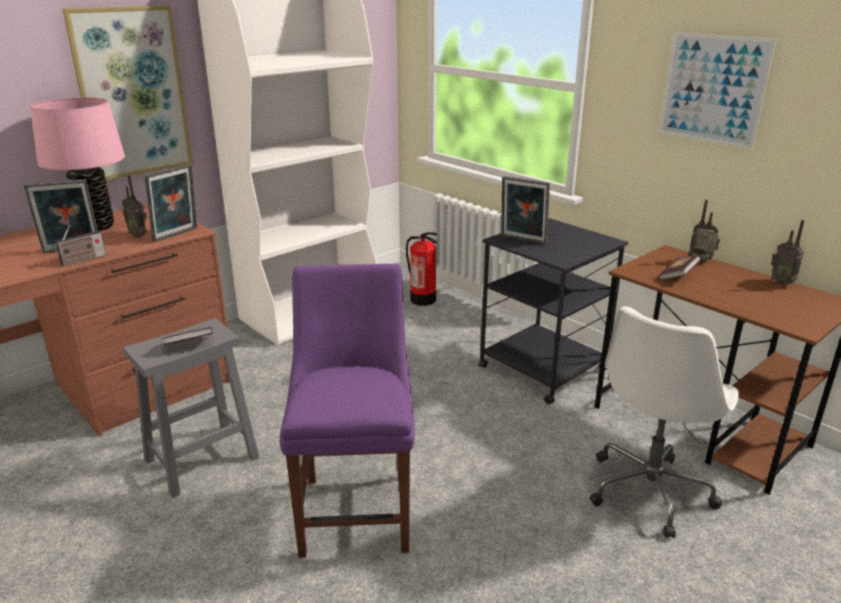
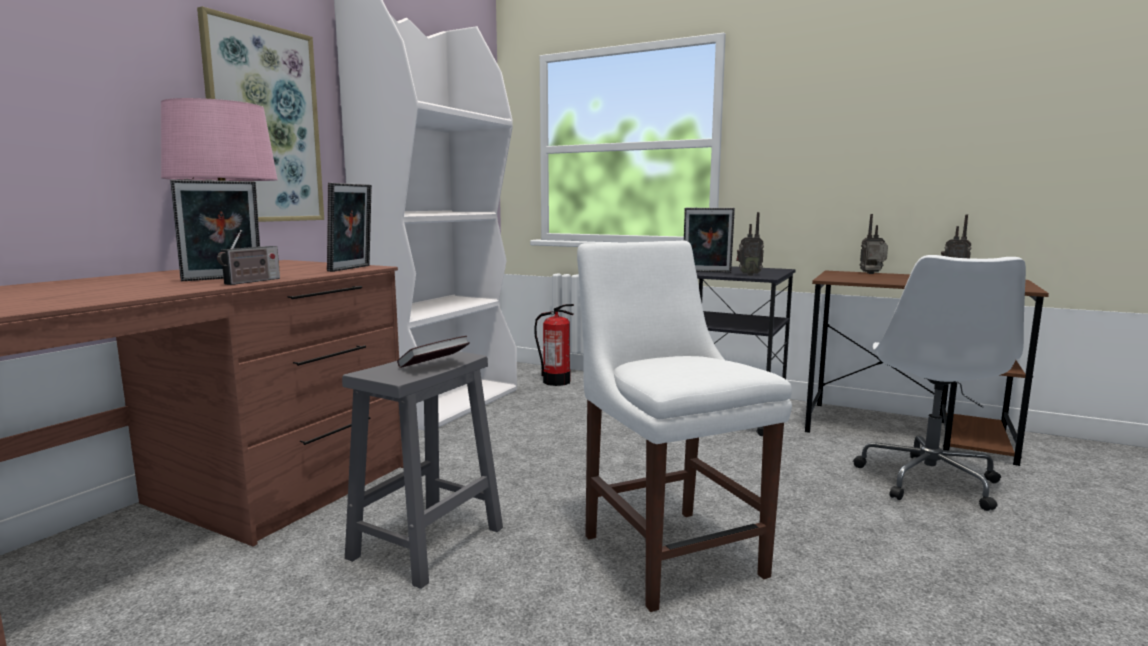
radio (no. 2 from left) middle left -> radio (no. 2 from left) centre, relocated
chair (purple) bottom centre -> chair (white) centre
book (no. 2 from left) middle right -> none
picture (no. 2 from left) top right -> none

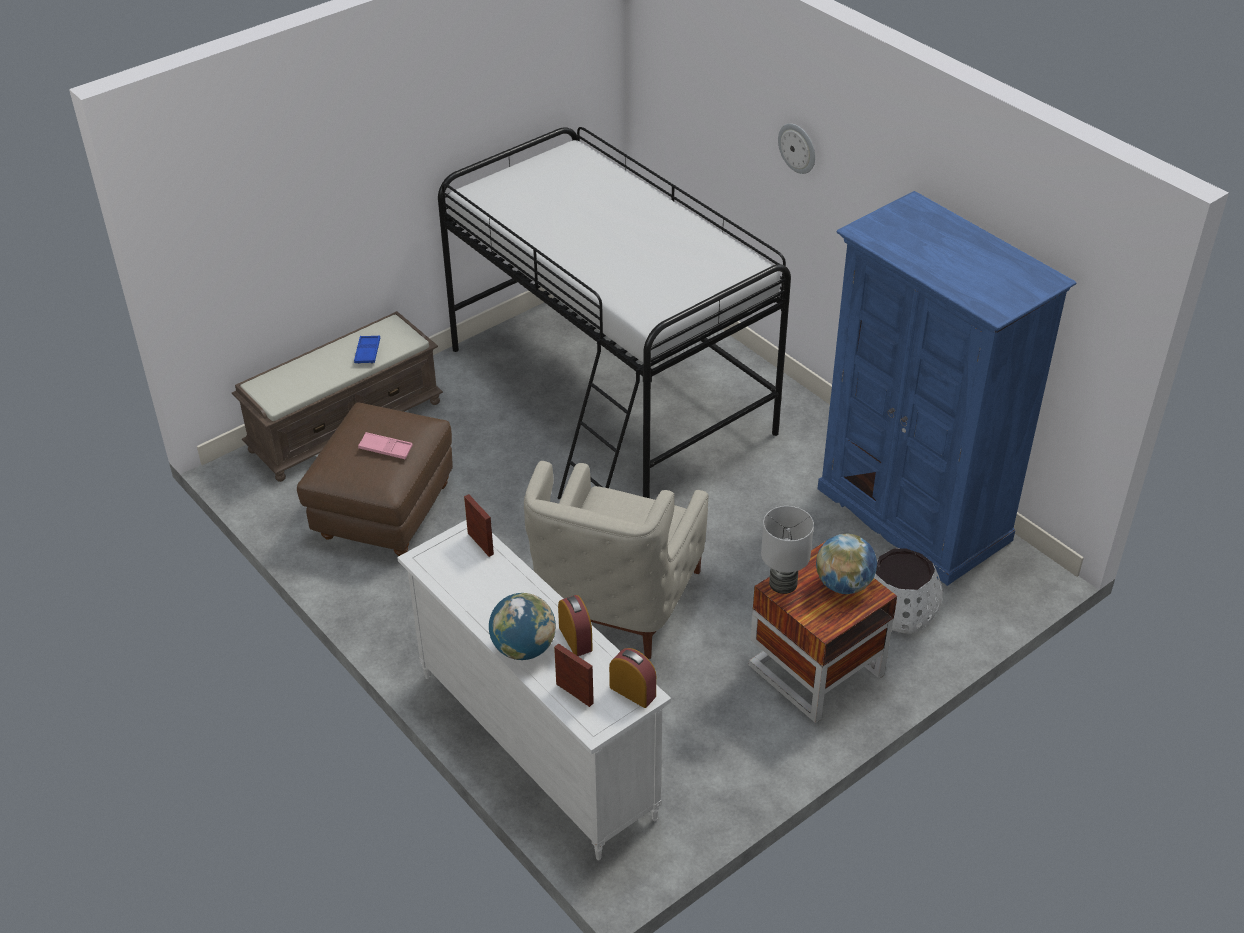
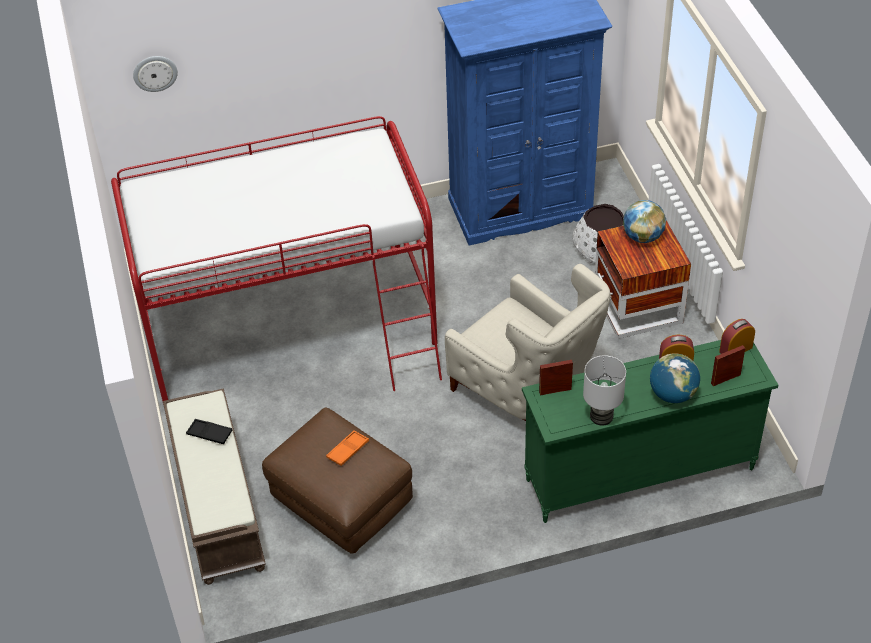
tray (blue) middle left -> tray (black) bottom left
tray (pink) middle left -> tray (orange) bottom centre
dresser (white) bottom centre -> dresser (green) bottom right
bed (black) centre -> bed (red) middle left
table lamp (grey) centre -> table lamp (grey) middle right, relocated
wall clock top centre -> wall clock top left, relocated

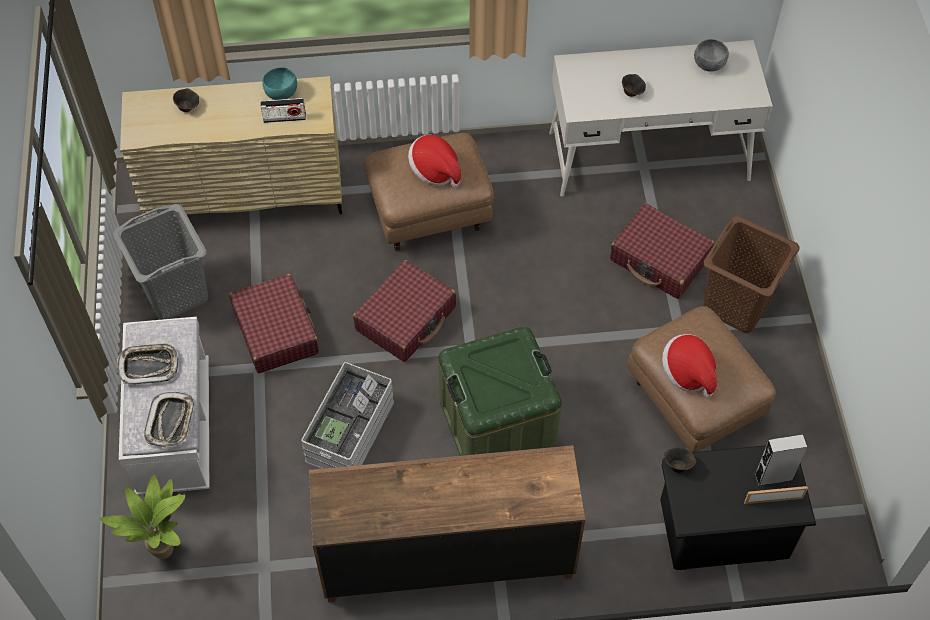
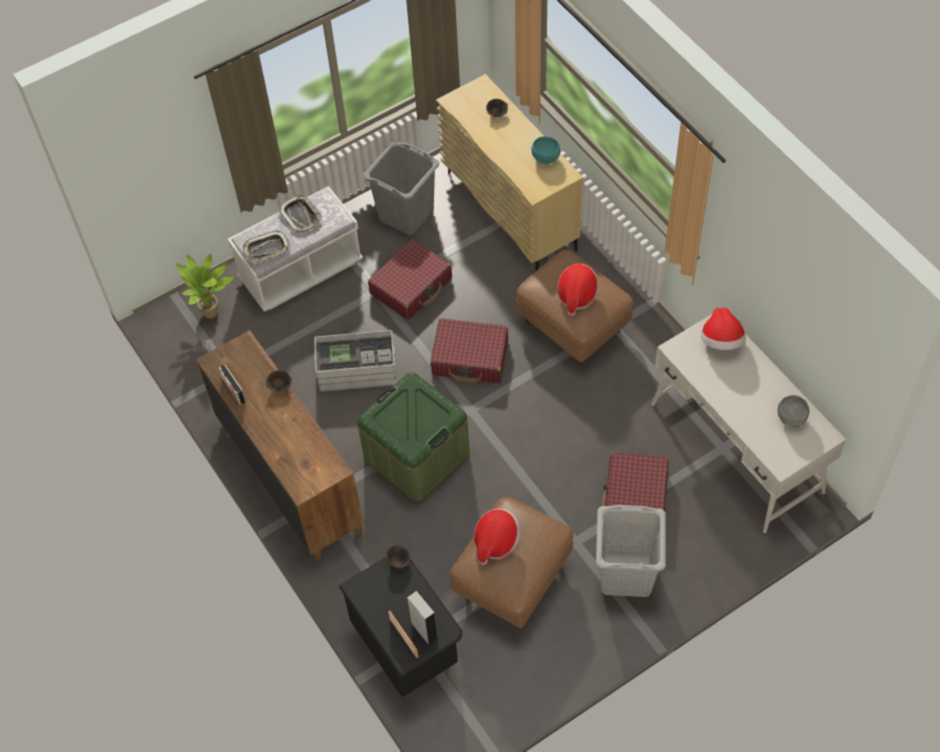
radio top left -> radio middle left, relocated
bowl (brown) (no. 2 from left in the first image) top right -> bowl (brown) (no. 1 from left) middle left, relocated
laundry basket (brown) middle right -> laundry basket (grey) (no. 2 from left) bottom right
none -> hat (no. 3 from left) middle right

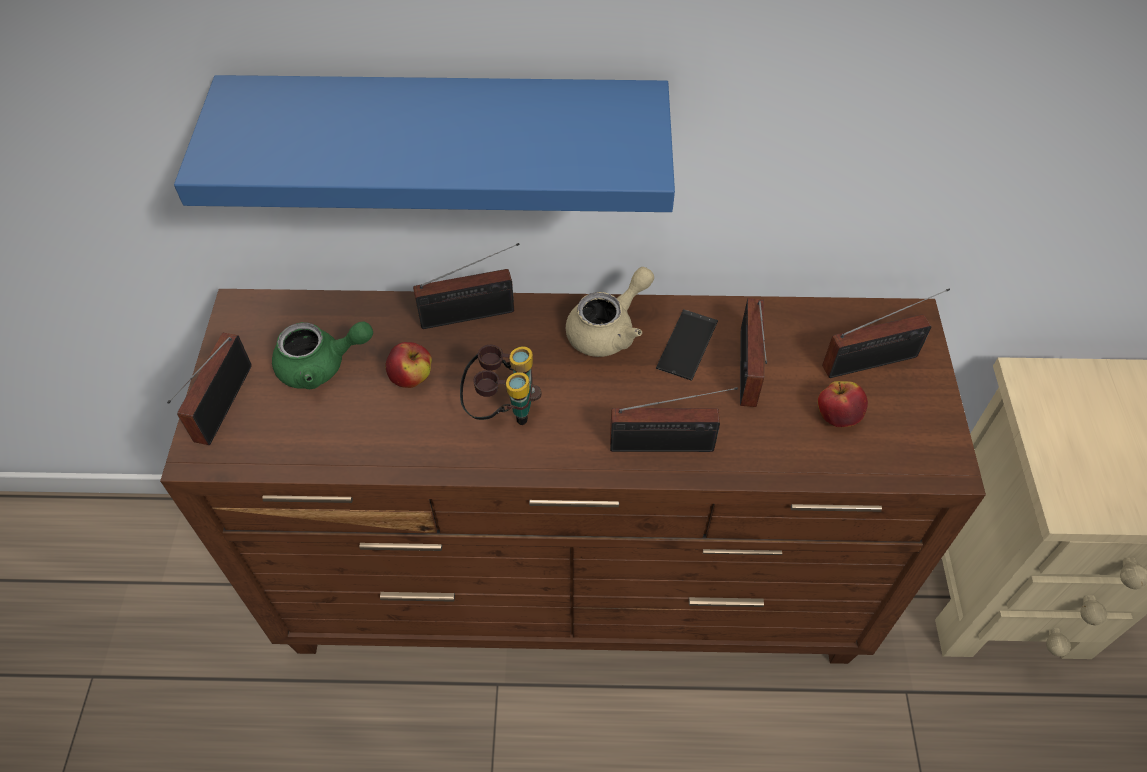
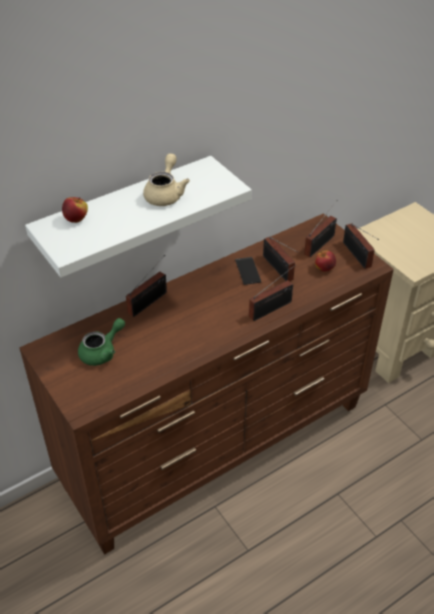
radio (no. 1 from left in the first image) middle left -> radio (no. 5 from left) middle right, relocated
shelf (blue) top centre -> shelf (white) middle left
apple (no. 1 from left) centre -> apple (no. 1 from left) middle left, relocated
binoculars centre -> none
teapot (beige) centre -> teapot (beige) top centre, relocated

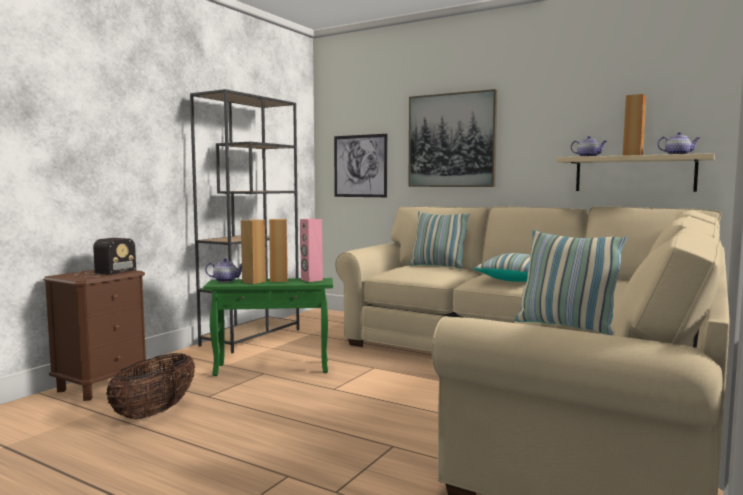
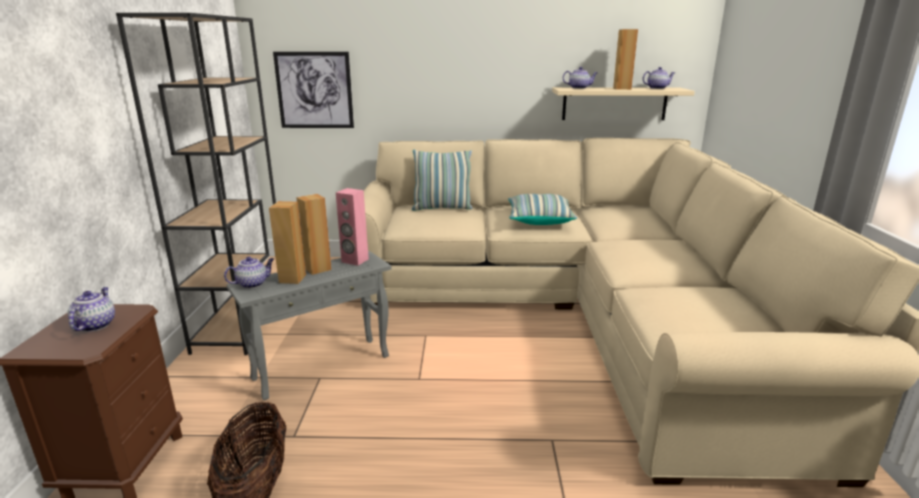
radio middle left -> teapot (no. 1 from left) middle left
side table (green) centre -> side table (grey) centre
picture (no. 2 from left) top centre -> none
pillow (no. 3 from left) middle right -> none

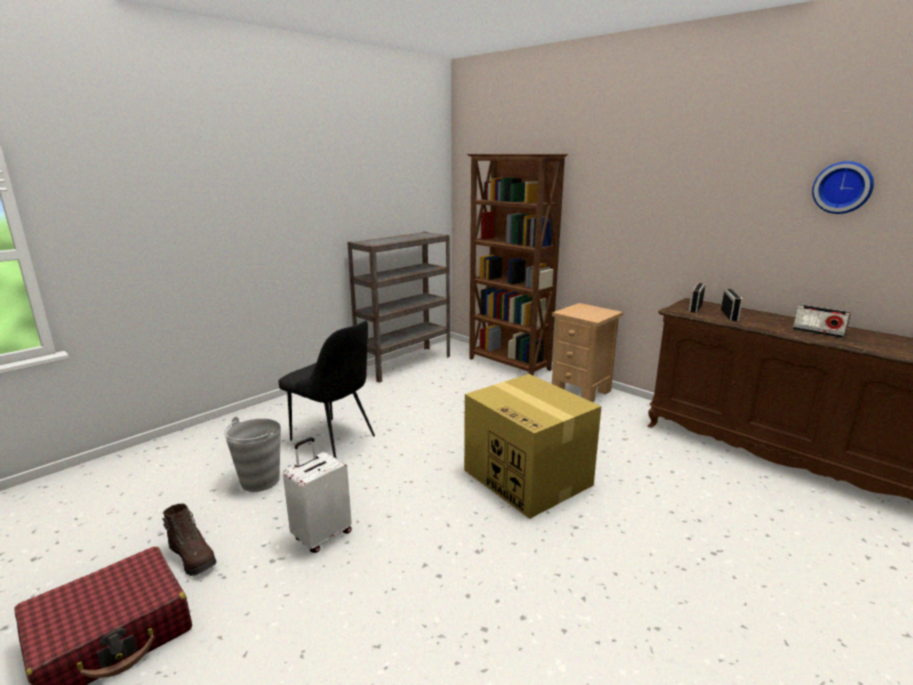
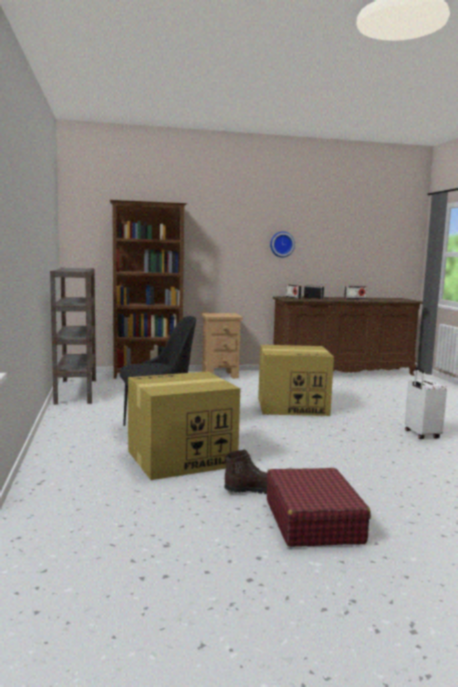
bucket (grey) middle left -> cardboard box (no. 1 from left) centre
suitcase (white) bottom centre -> suitcase (white) middle right, relocated
wall clock top right -> wall clock centre, relocated

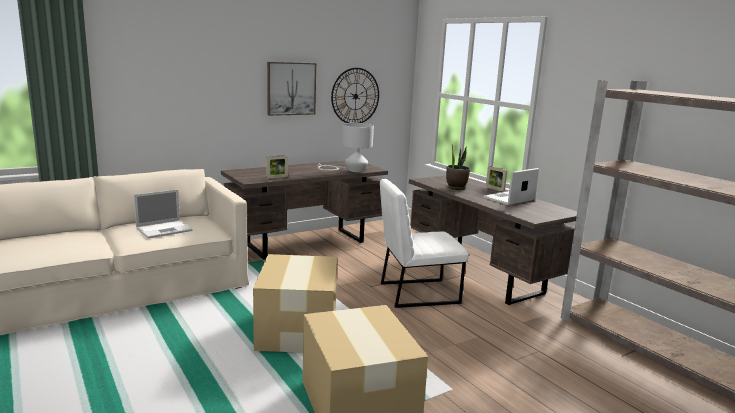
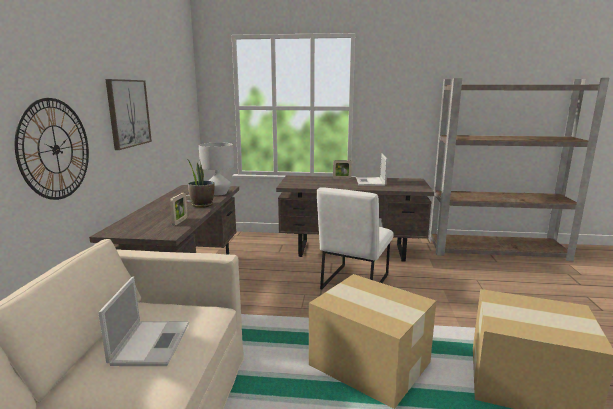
wall clock top centre -> wall clock middle left, relocated
potted plant centre -> potted plant middle left, relocated

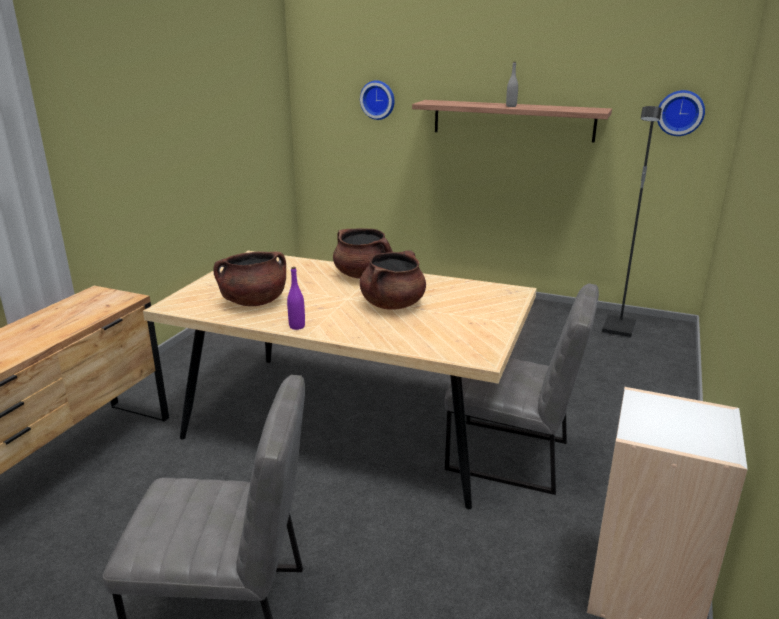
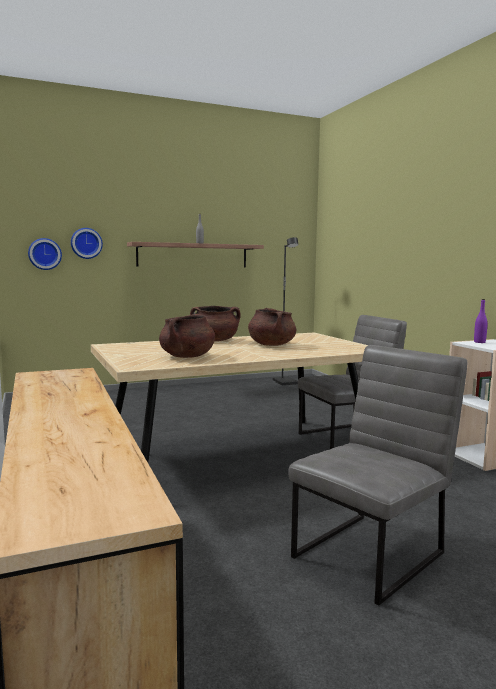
bottle (purple) centre -> bottle (purple) middle right, relocated
wall clock (no. 2 from left in the first image) top right -> wall clock (no. 1 from left) middle left, relocated

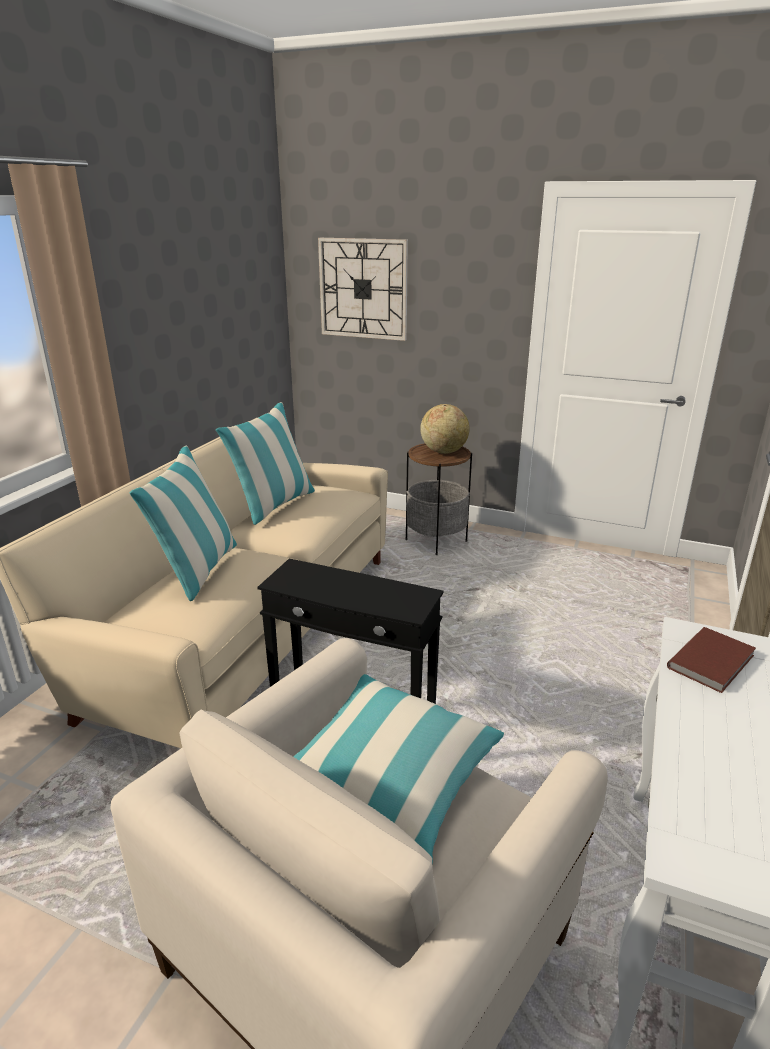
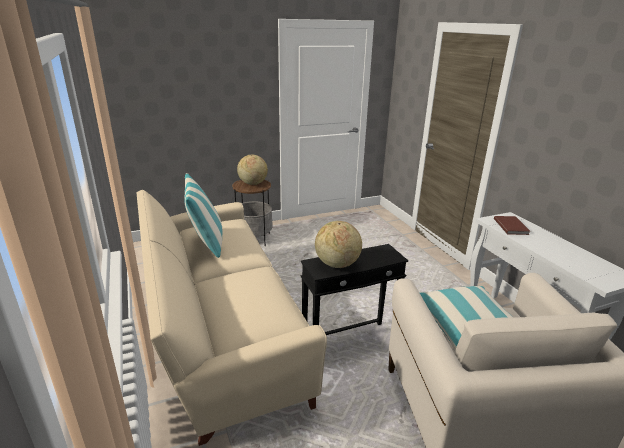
pillow (no. 1 from left) middle left -> none
wall clock top centre -> none
none -> globe (no. 2 from left) centre

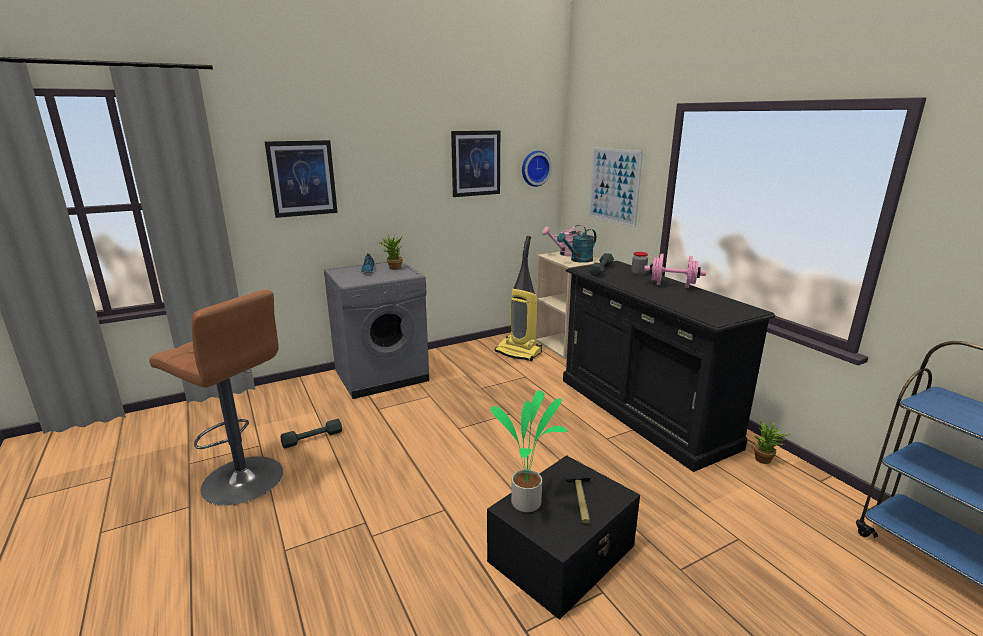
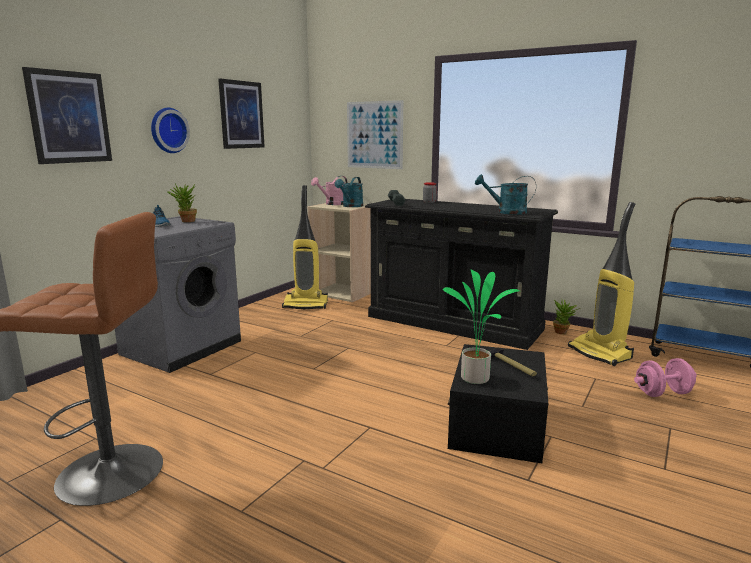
dumbbell (grey) (no. 1 from left) bottom left -> none
wall clock top centre -> wall clock top left, relocated
dumbbell (pink) middle right -> dumbbell (pink) bottom right, relocated
none -> watering can (turquoise) (no. 2 from left) middle right
none -> vacuum cleaner (no. 2 from left) middle right

